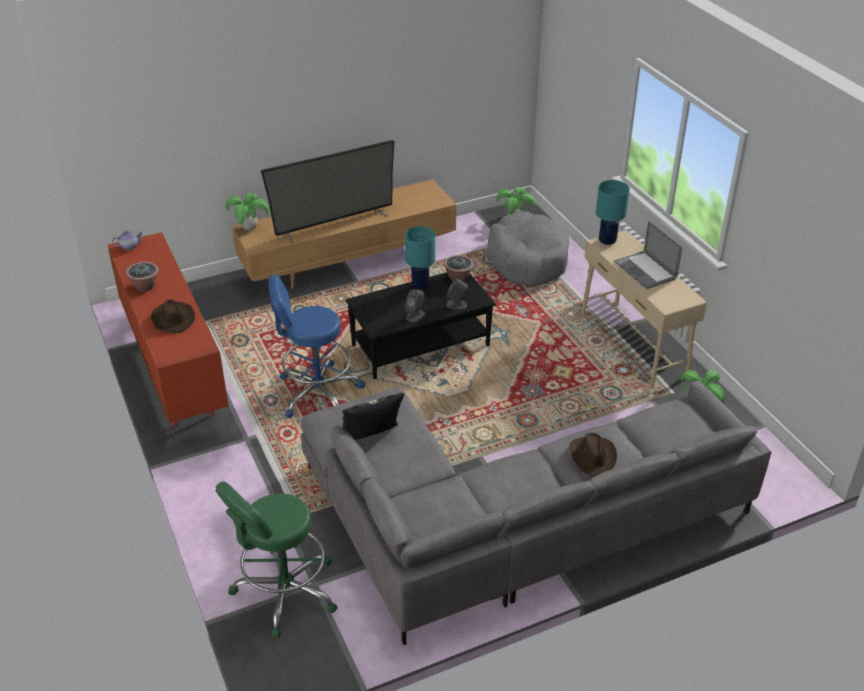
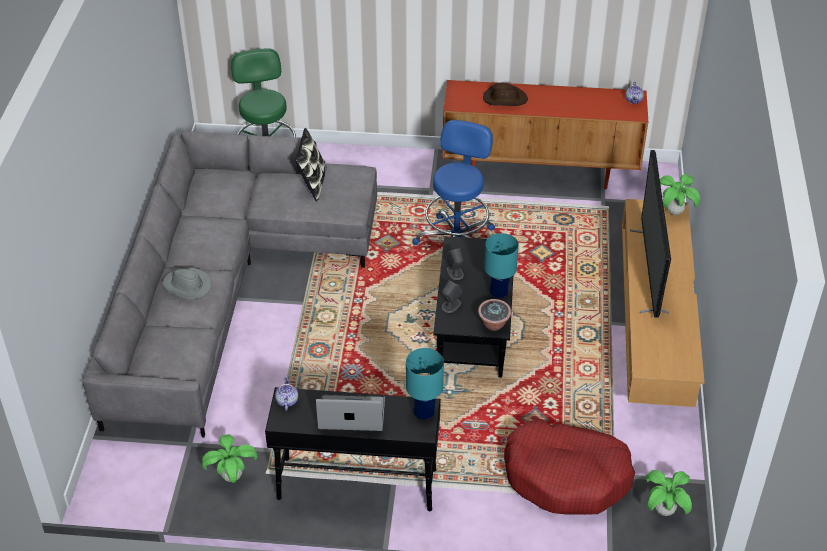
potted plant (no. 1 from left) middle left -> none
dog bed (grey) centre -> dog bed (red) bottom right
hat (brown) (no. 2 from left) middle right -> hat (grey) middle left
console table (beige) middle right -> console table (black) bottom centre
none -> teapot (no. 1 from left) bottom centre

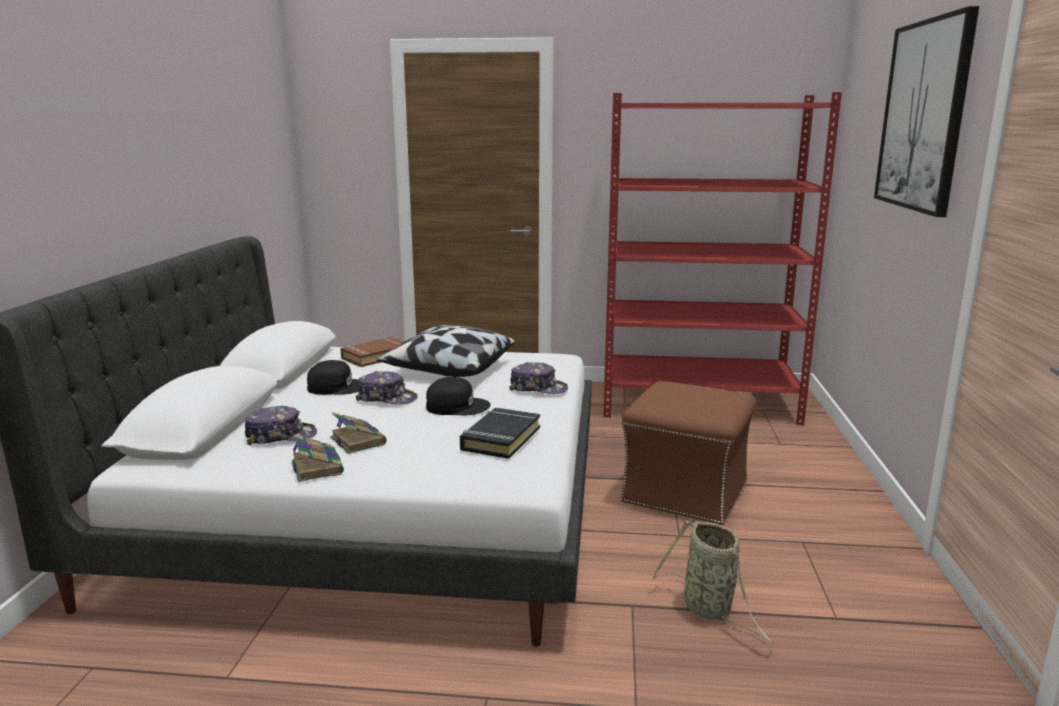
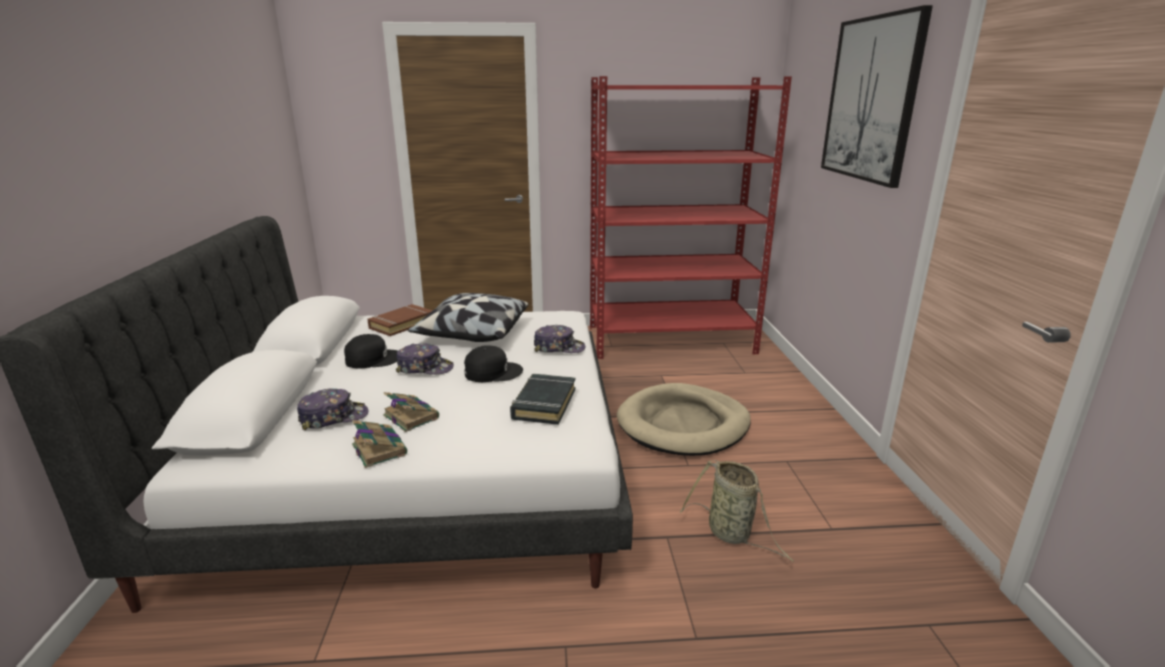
ottoman (brown) centre -> dog bed (beige) centre

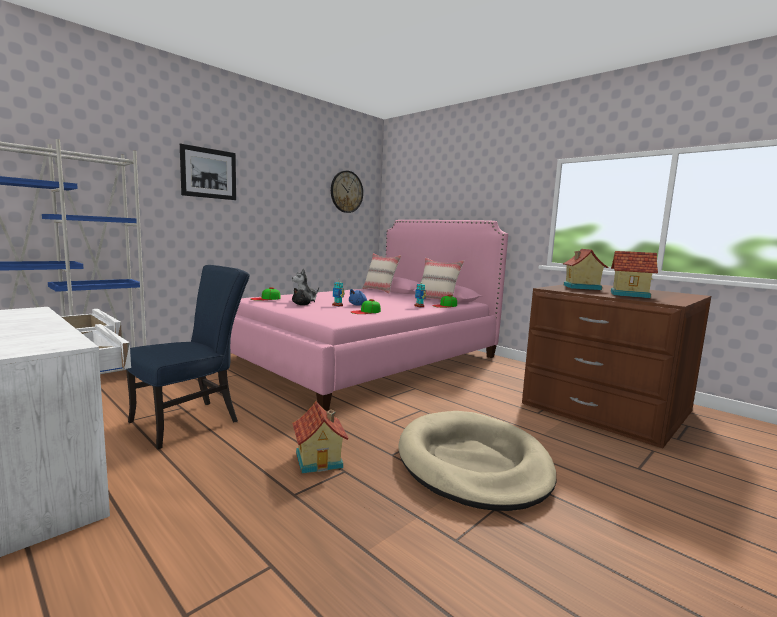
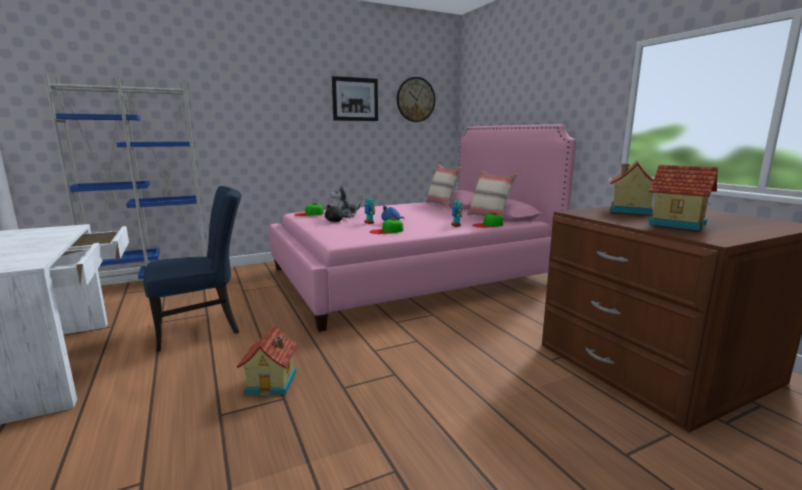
picture top left -> picture top centre, relocated
dog bed (beige) bottom centre -> none

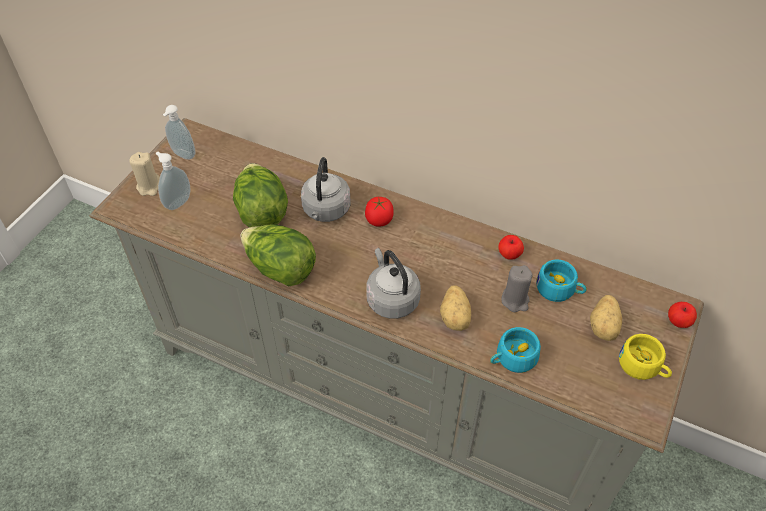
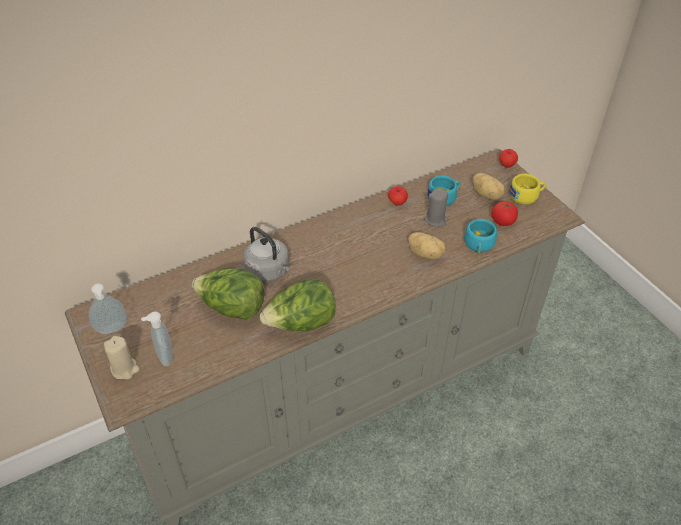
tomato centre -> tomato middle right, relocated
kettle (grey) (no. 2 from left) centre -> none

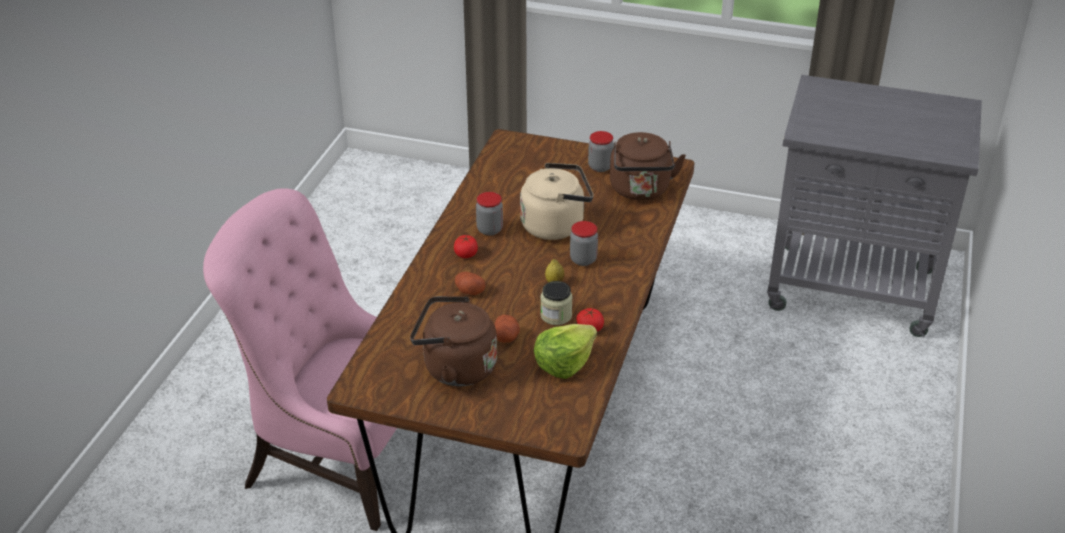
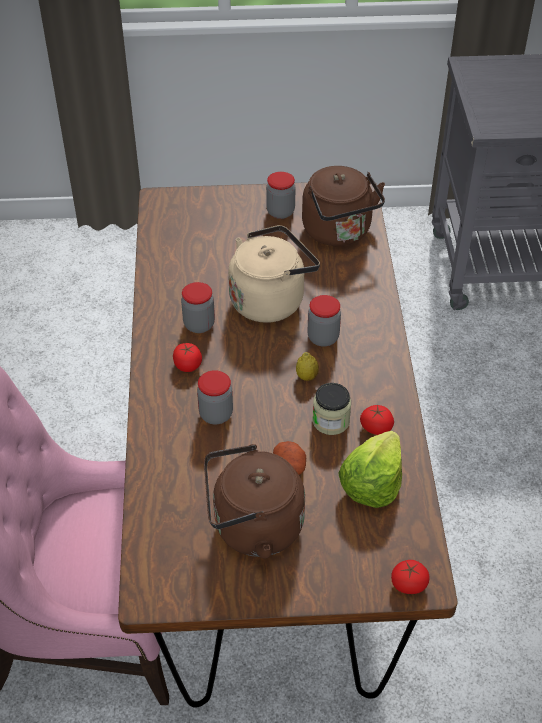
potato (no. 1 from left) centre -> jar (no. 2 from left) centre
none -> tomato (no. 3 from left) bottom right

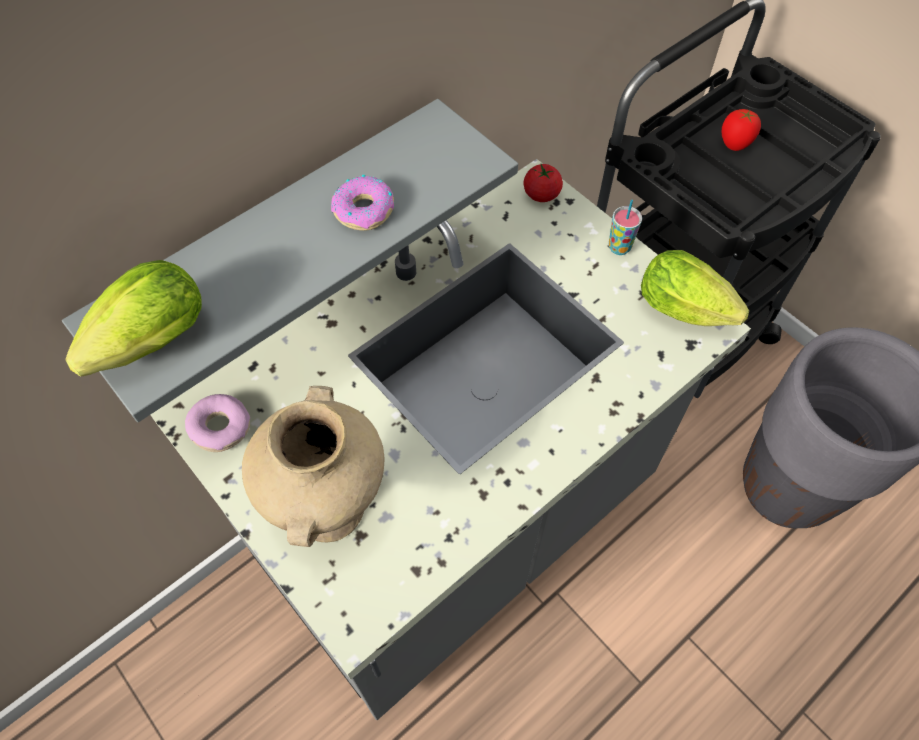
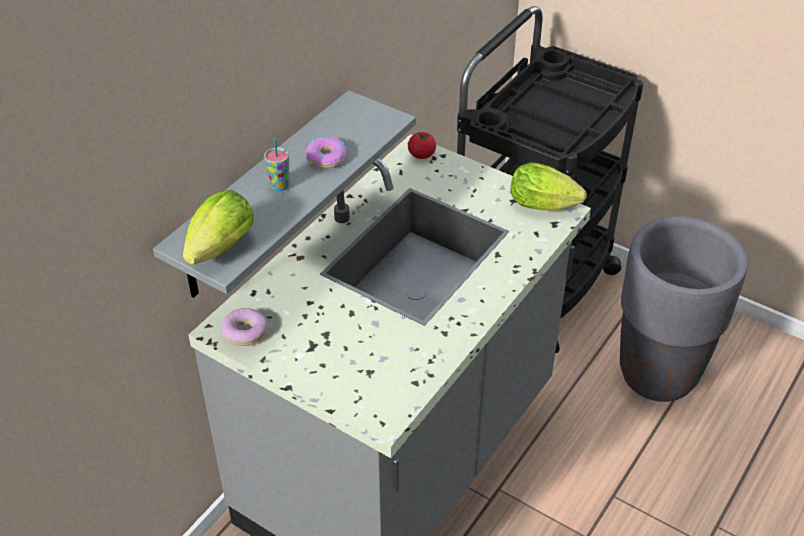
vase (beige) centre -> none
cup top right -> cup top centre, relocated
tomato (no. 2 from left) top right -> none

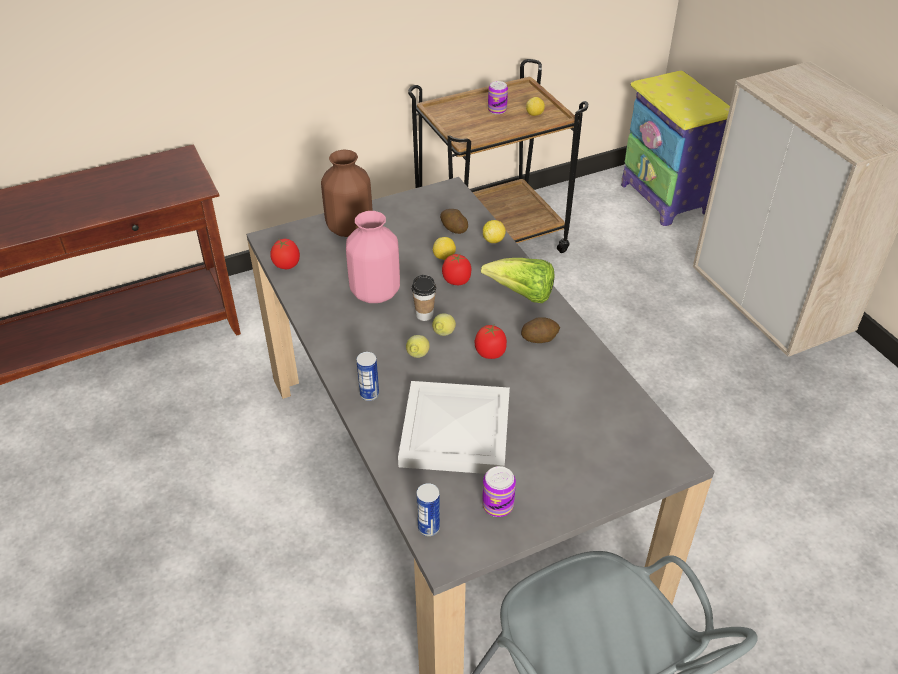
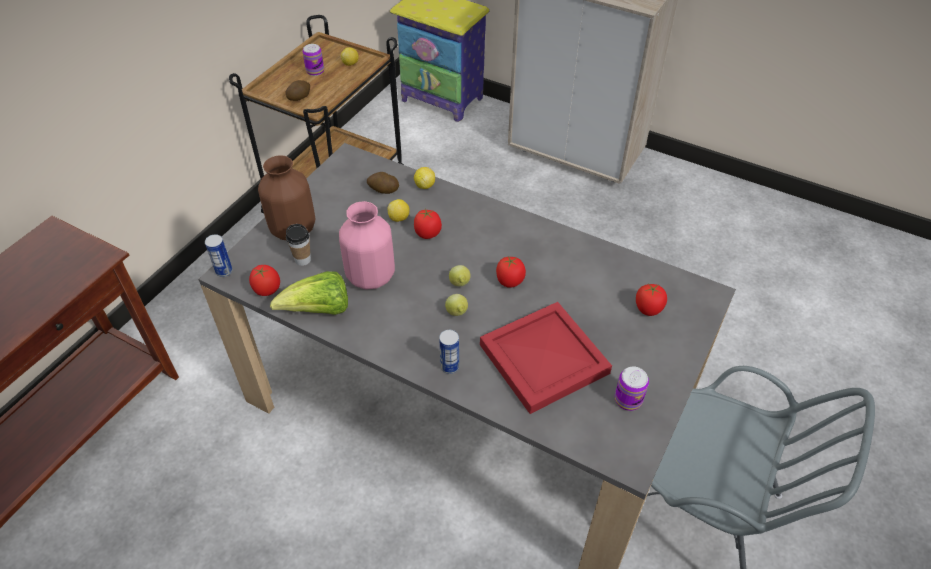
tray (white) centre -> tray (red) centre
cup centre -> cup middle left, relocated
can (no. 2 from left in the first image) bottom centre -> can (no. 1 from left) middle left, relocated
lettuce centre -> lettuce middle left, relocated
potato (no. 2 from left in the first image) centre -> potato (no. 1 from left) top left, relocated
none -> tomato (no. 4 from left) middle right

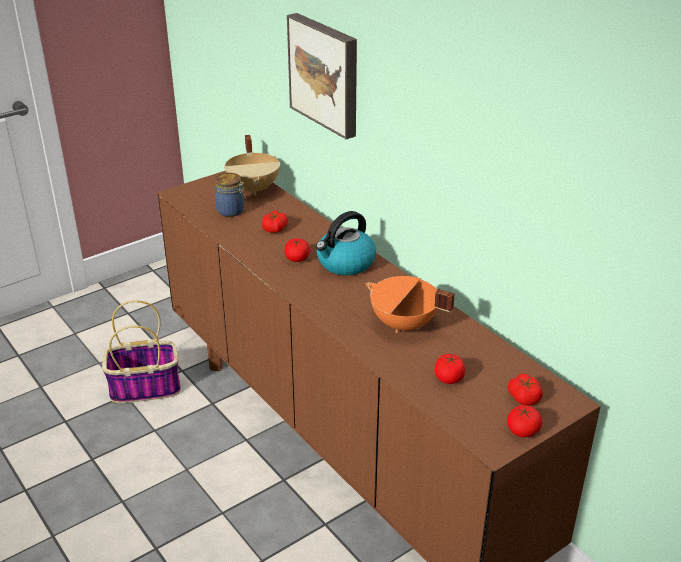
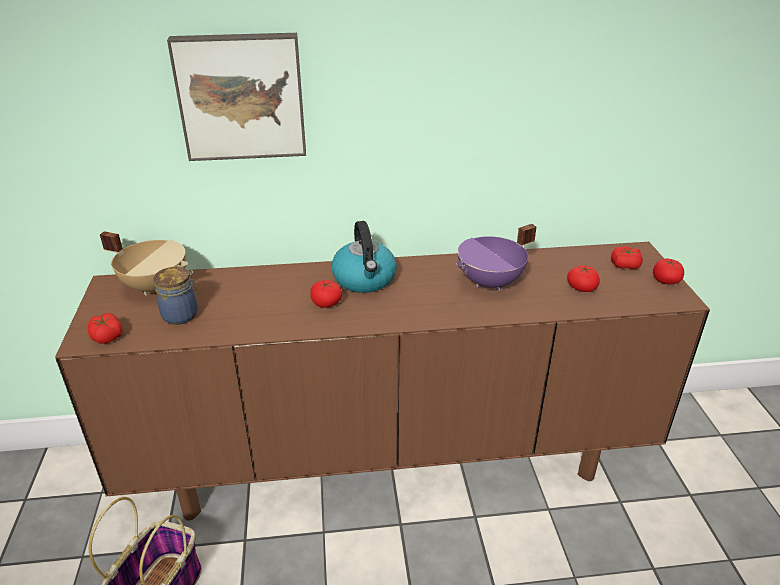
tomato (no. 1 from left) centre -> tomato (no. 1 from left) middle left, relocated
cooking pot (orange) centre -> cooking pot (purple) centre

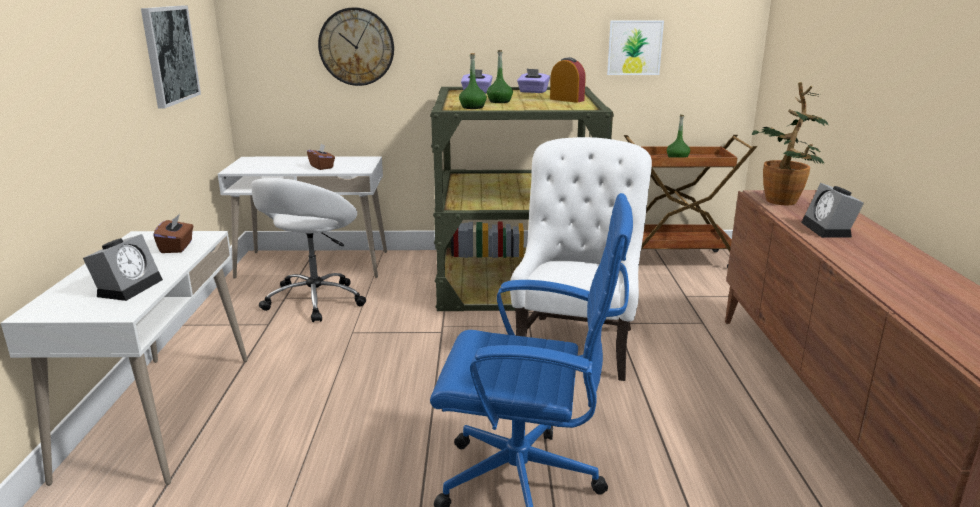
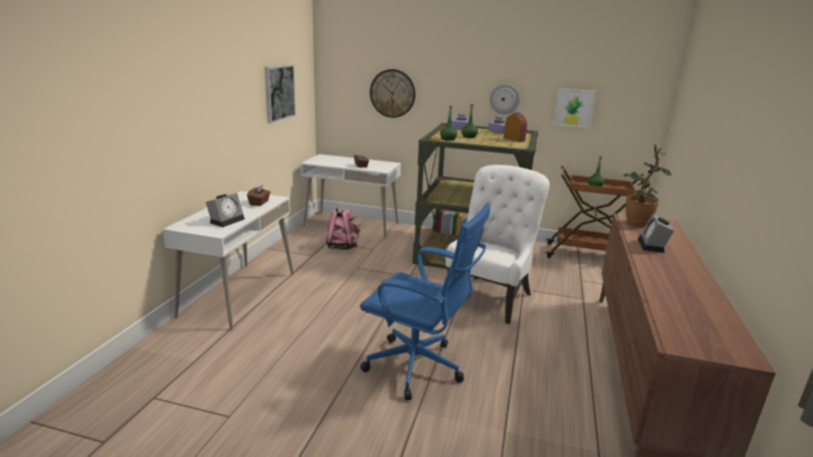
office chair (white) middle left -> backpack (pink) centre
none -> wall clock (no. 2 from left) top centre

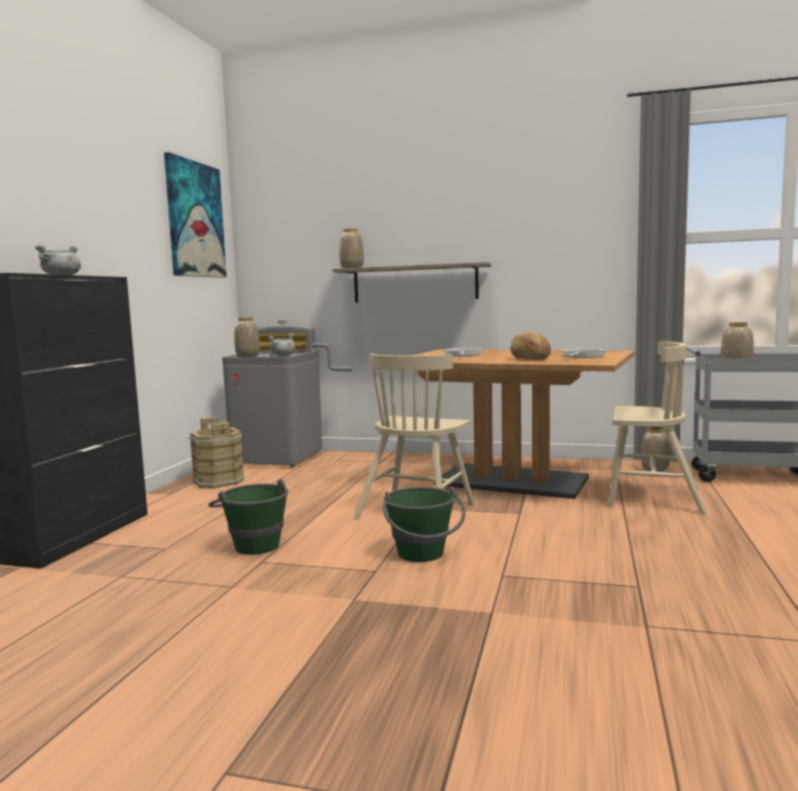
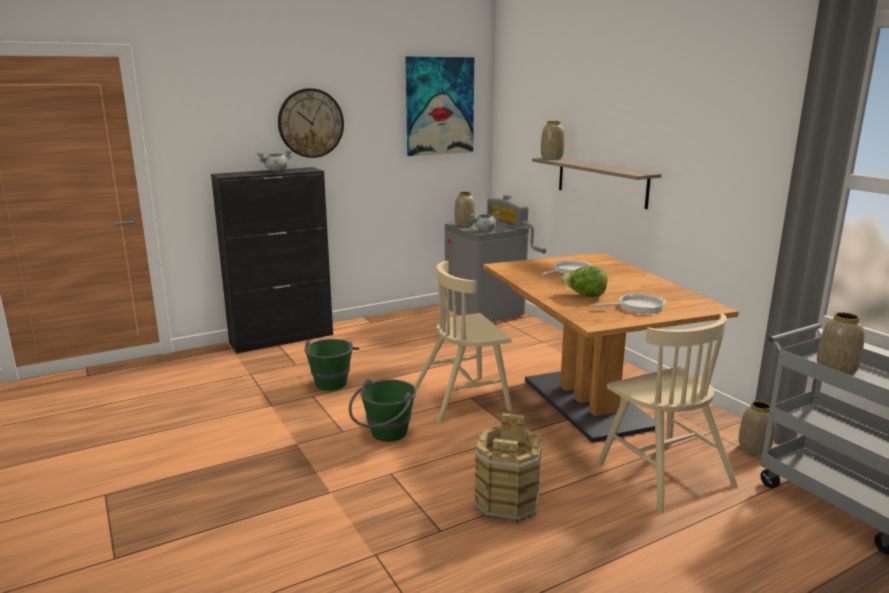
bucket (brown) middle left -> bucket (brown) bottom centre, relocated
bread centre -> lettuce centre
none -> wall clock top centre

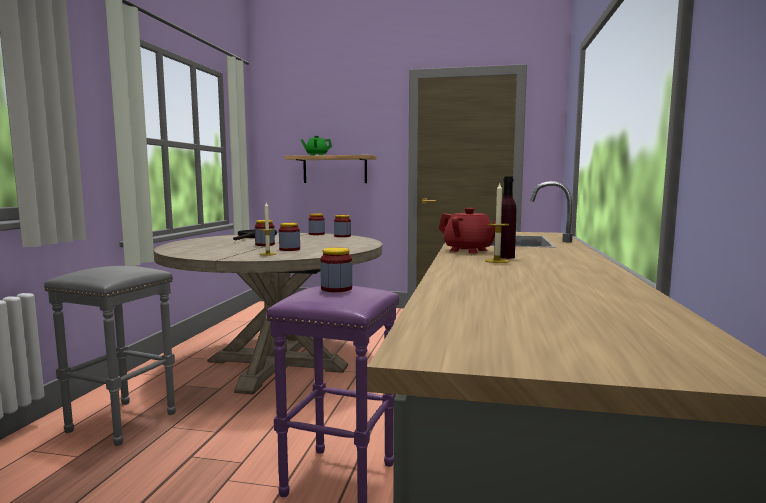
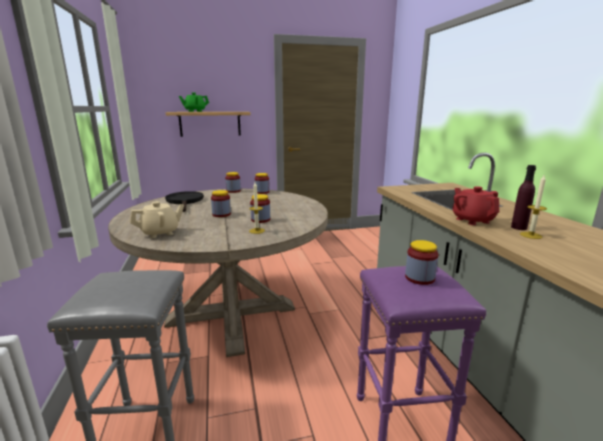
teapot (red) centre -> teapot (red) middle right, 120 degrees counterclockwise
none -> teapot (beige) middle left

